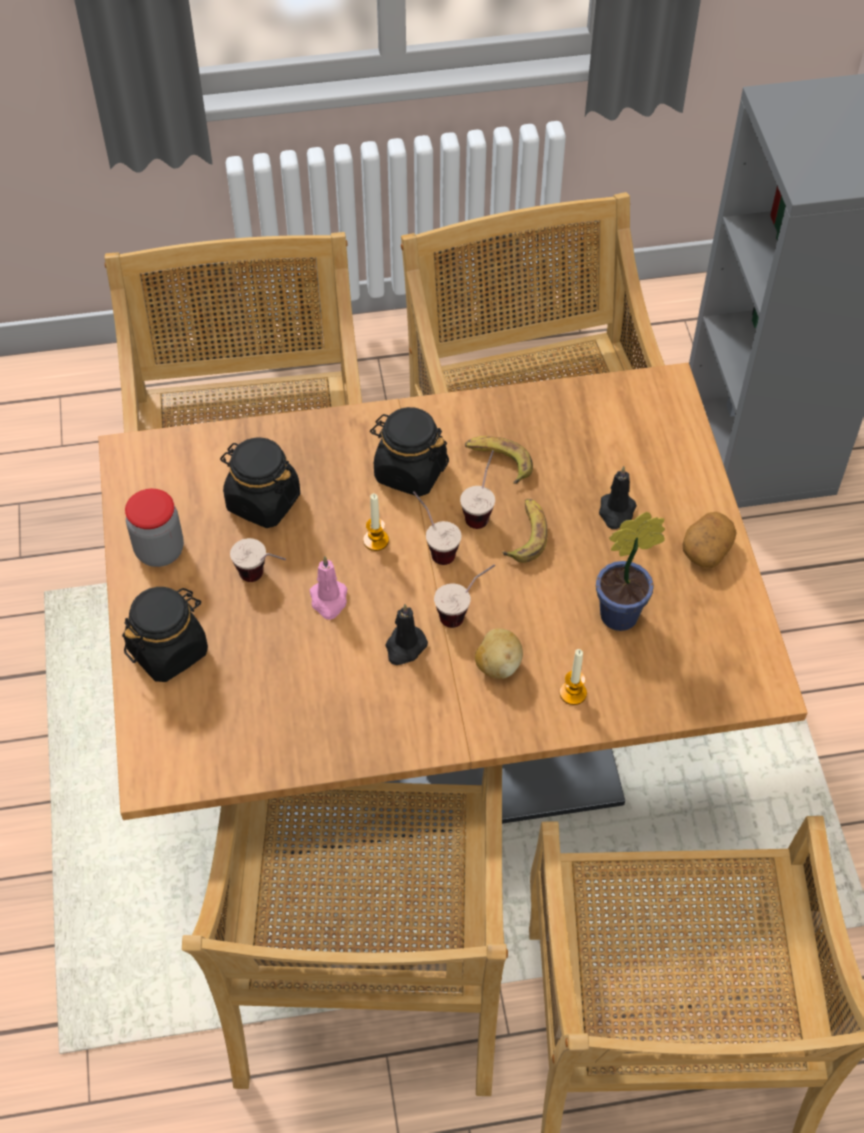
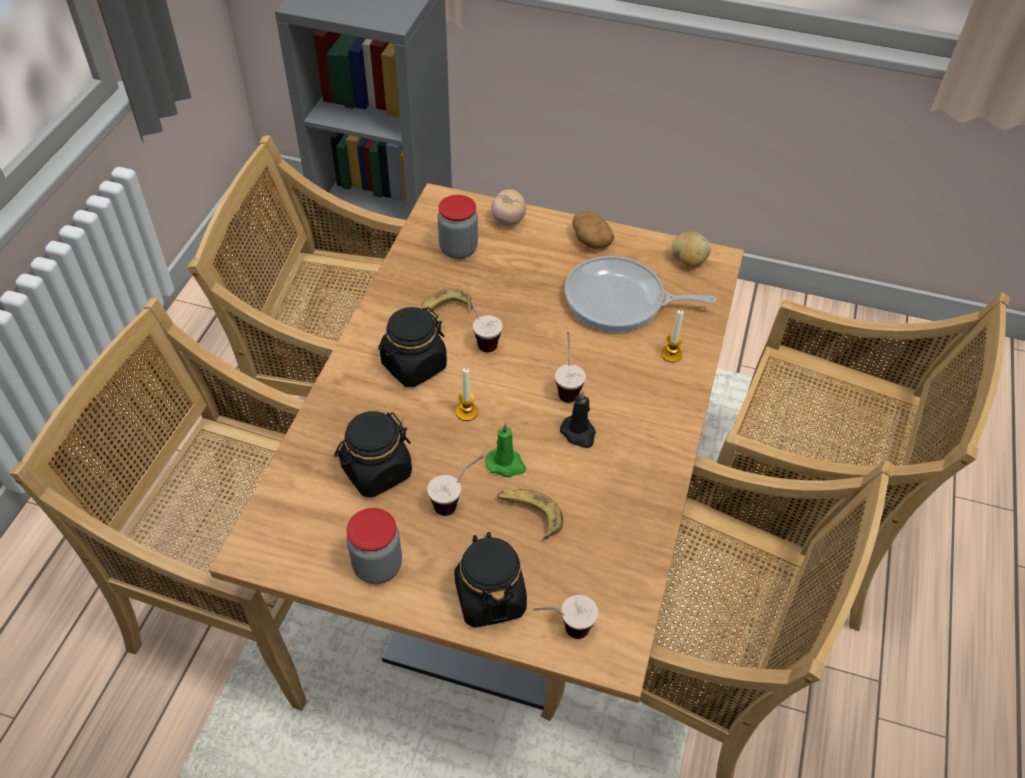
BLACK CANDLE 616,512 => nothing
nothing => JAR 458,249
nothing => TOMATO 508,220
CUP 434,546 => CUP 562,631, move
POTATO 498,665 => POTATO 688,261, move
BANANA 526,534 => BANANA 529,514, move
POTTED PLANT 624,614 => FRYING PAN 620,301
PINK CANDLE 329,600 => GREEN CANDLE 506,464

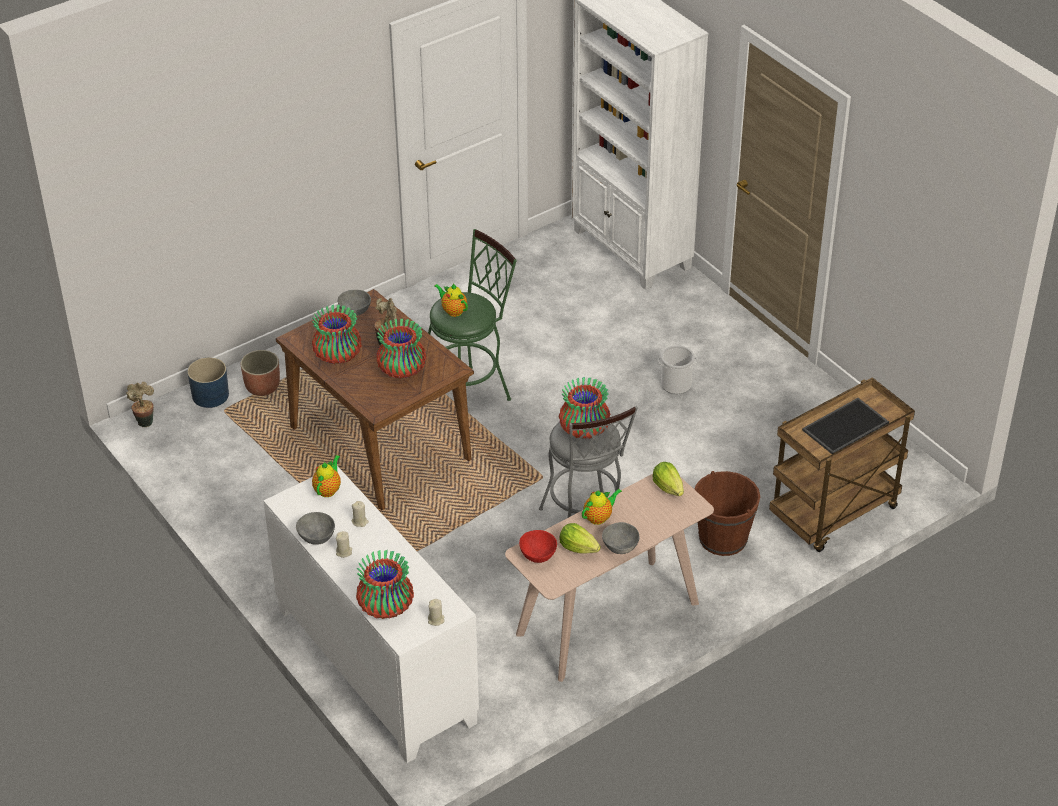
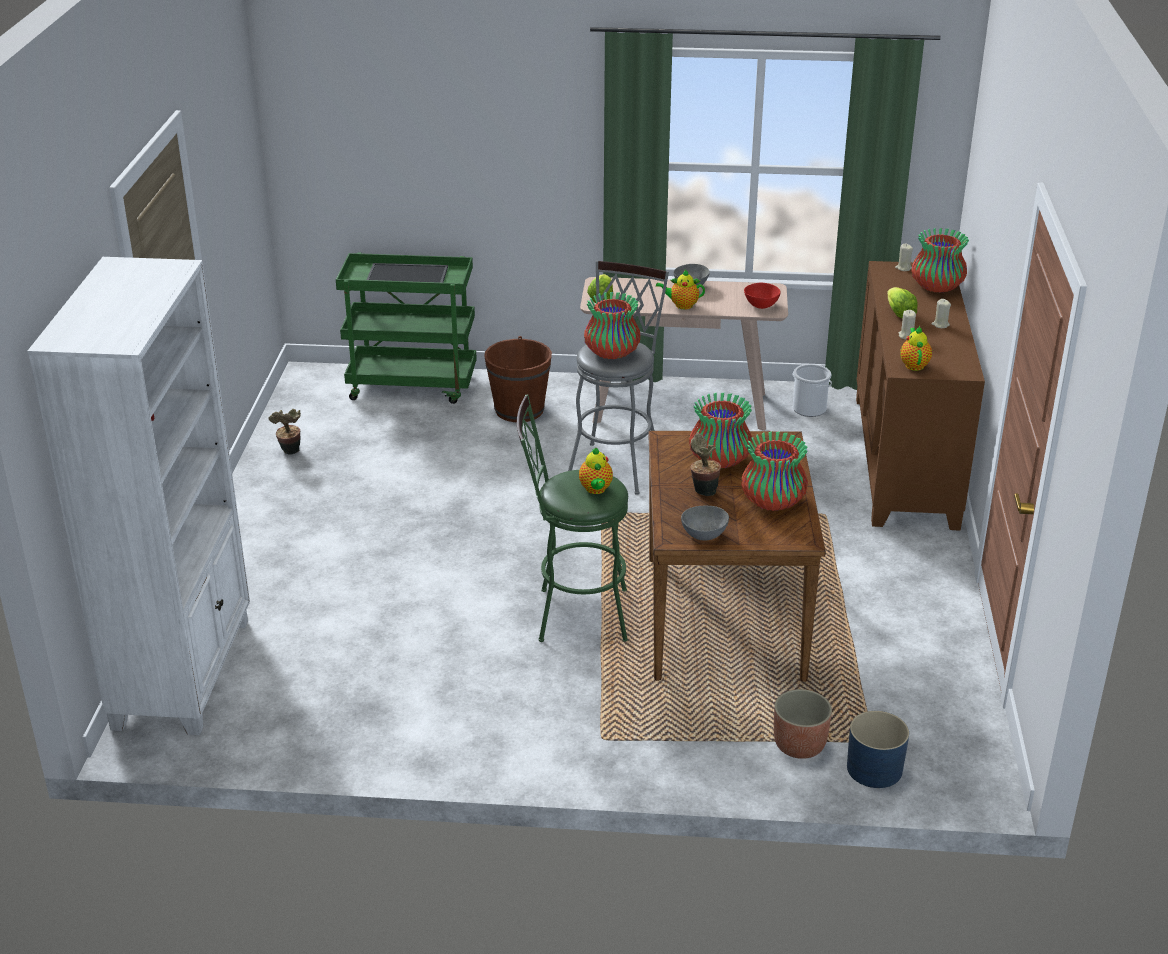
GREY BOWL 316,537 => nothing
POTTED PLANT 144,421 => POTTED PLANT 290,452, move
LETTUCE 578,548 => LETTUCE 899,314, move
BUCKET 676,384 => BUCKET 808,409, move
WHITE CABINET 374,666 => BROWN CABINET 906,461
BROWN CART 834,514 => GREEN CART 413,386
TEAPOT 328,489 => TEAPOT 914,364, 120 degrees clockwise

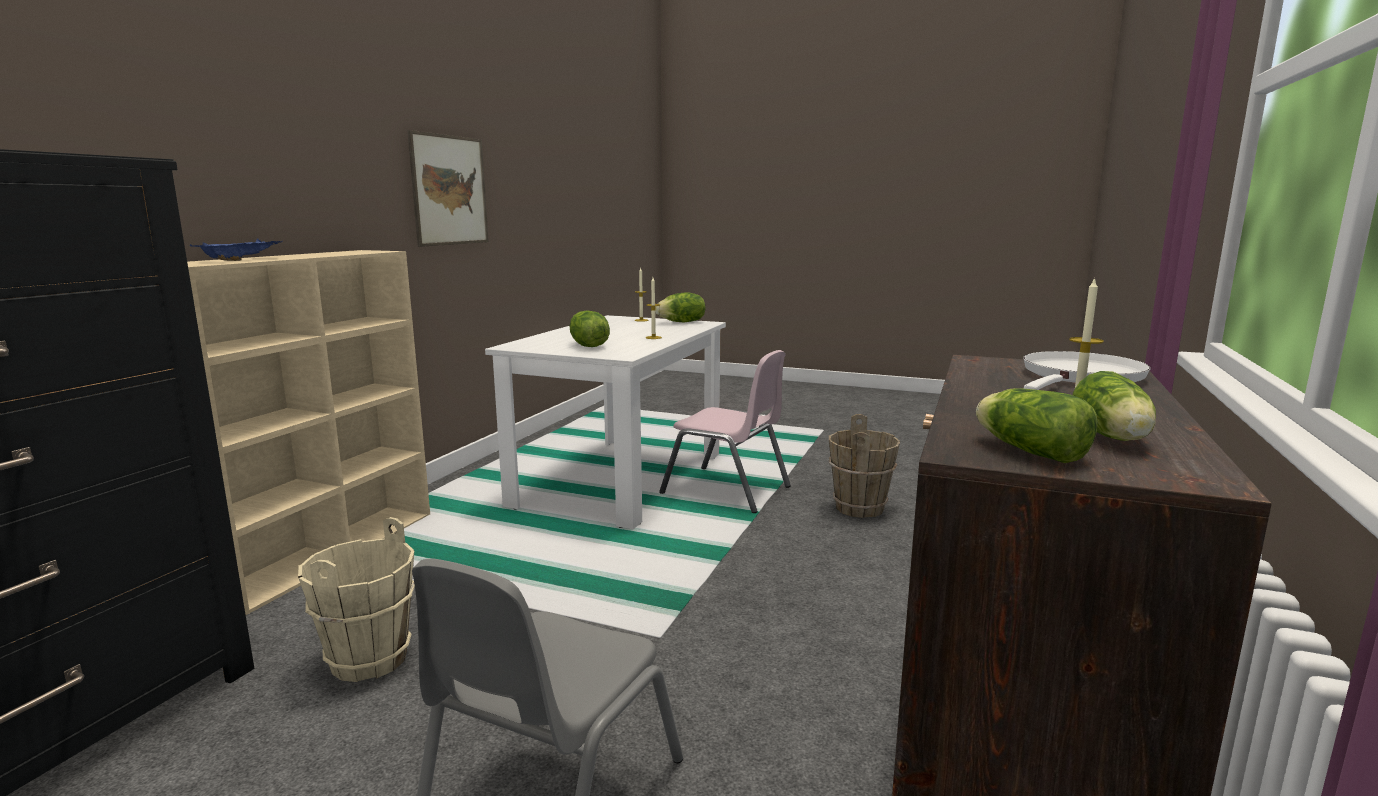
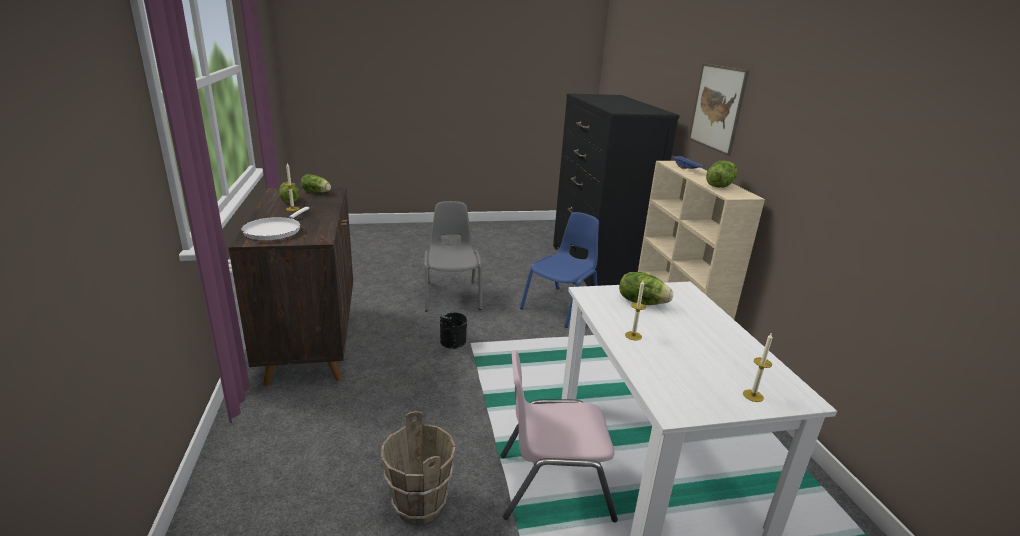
nothing => BLACK BUCKET 451,344
PICTURE 449,190 => PICTURE 717,108, move
LETTUCE 682,322 => LETTUCE 719,186, move
BEIGE BUCKET 368,660 => BLUE CHAIR 561,306

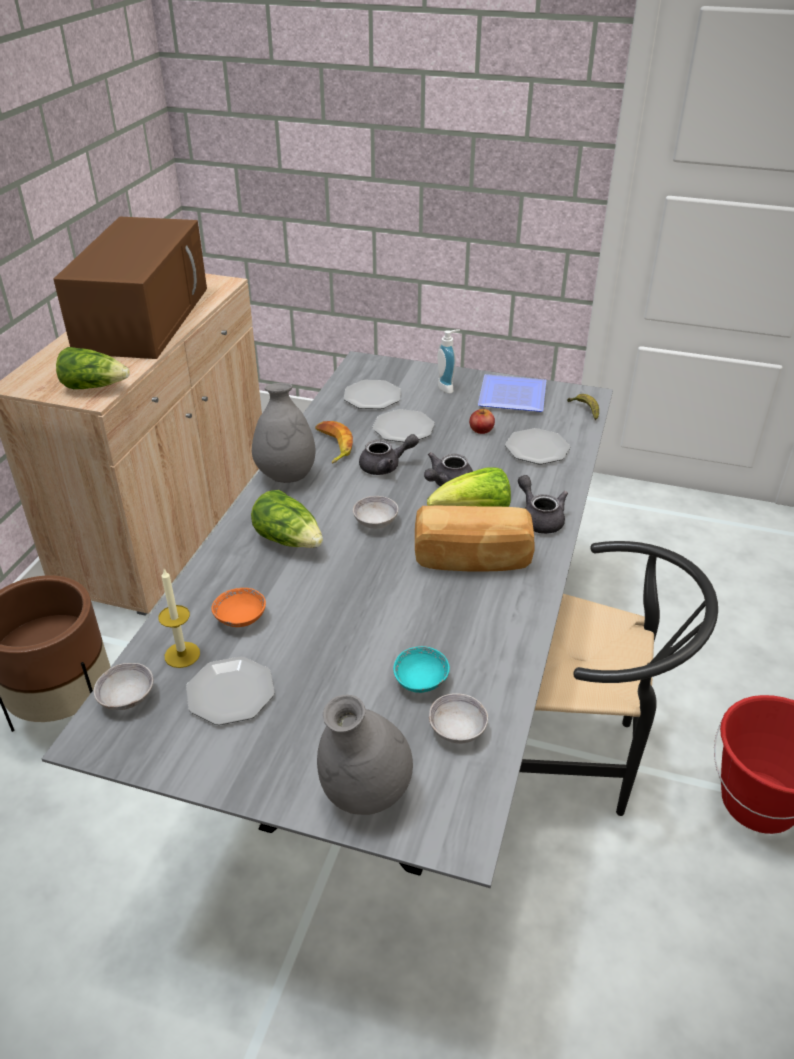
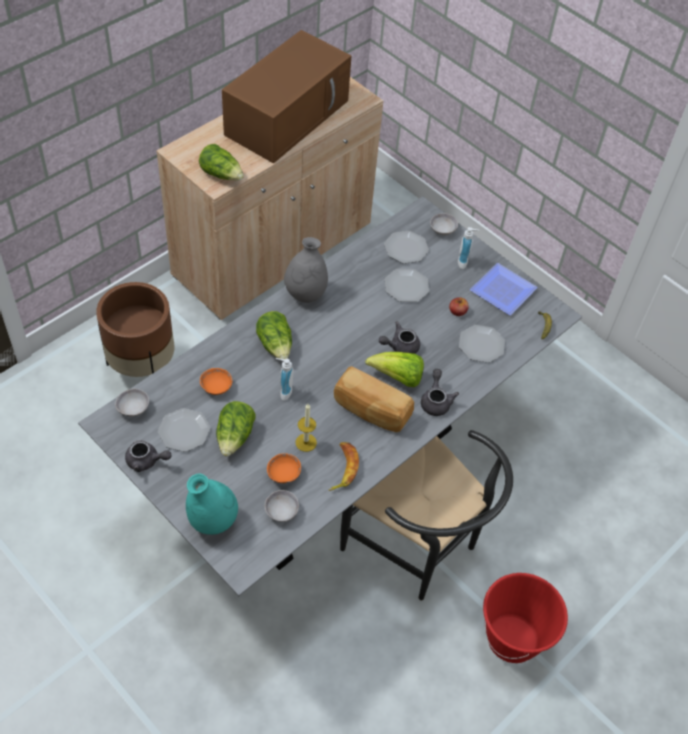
nothing => LETTUCE 235,436
nothing => SOAP DISPENSER 283,391
CANDLE 182,655 => CANDLE 306,442, move
BANANA 332,446 => BANANA 342,468, move
GREY BOWL 375,522 => GREY BOWL 442,230, move
GREY TEAPOT 386,466 => GREY TEAPOT 146,461, move
GREY VASE 365,794 => TURQUOISE VASE 213,521
TURQUOISE BOWL 421,681 => ORANGE BOWL 284,474

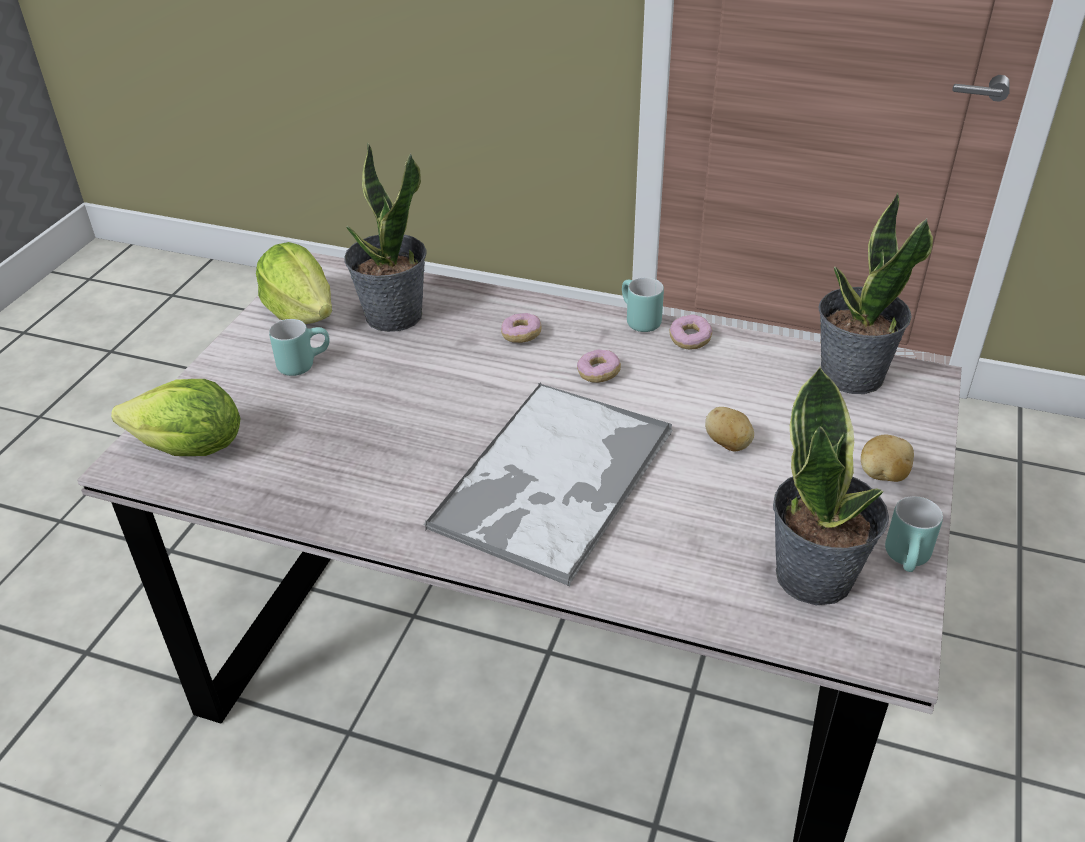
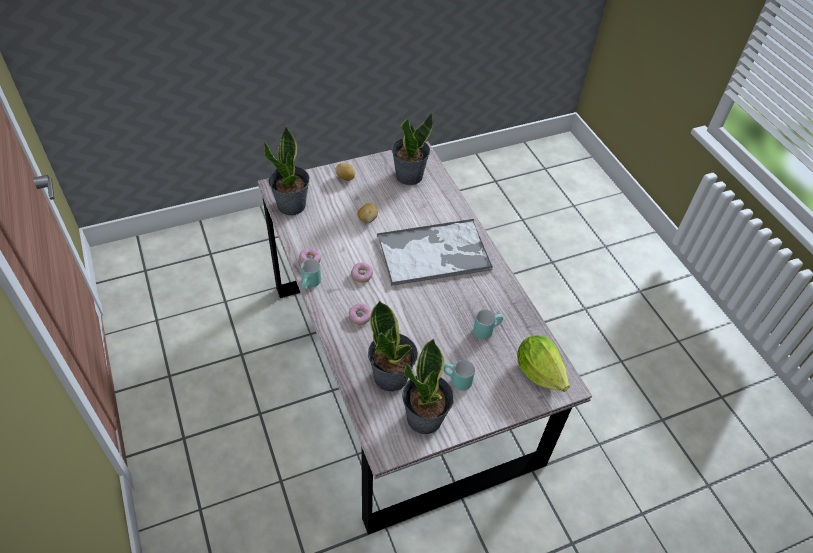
TURQUOISE MUG 909,561 => TURQUOISE MUG 486,329, move
LETTUCE 301,312 => POTTED PLANT 425,418

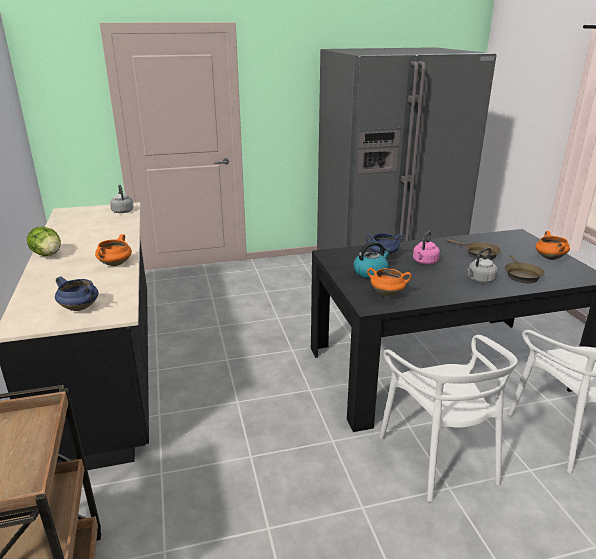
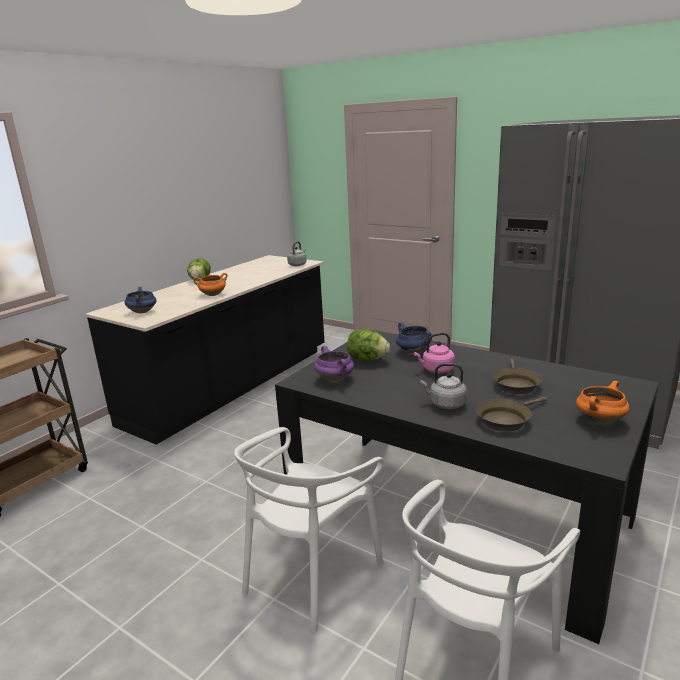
KETTLE 371,272 => LETTUCE 367,359
ORANGE COOKING POT 387,294 => PURPLE COOKING POT 335,379

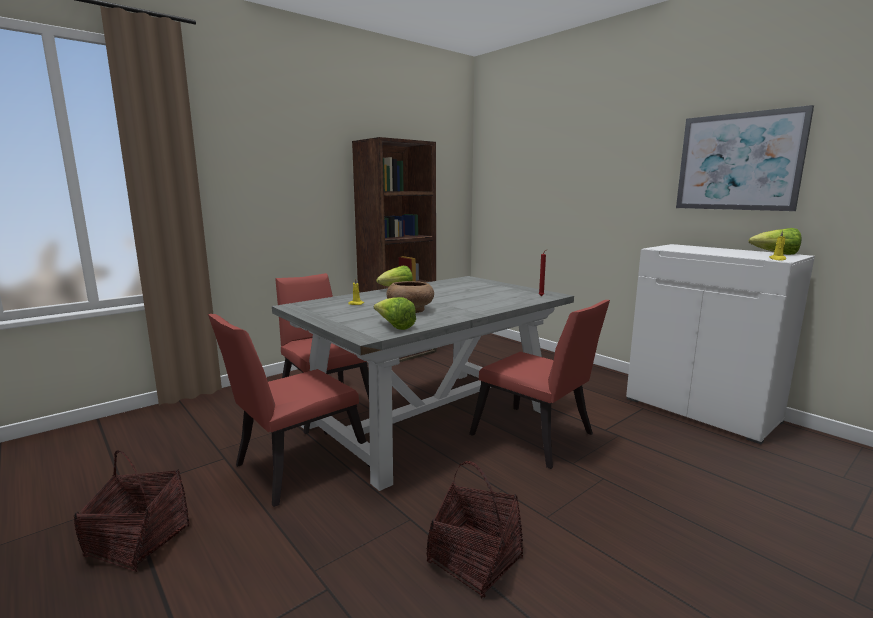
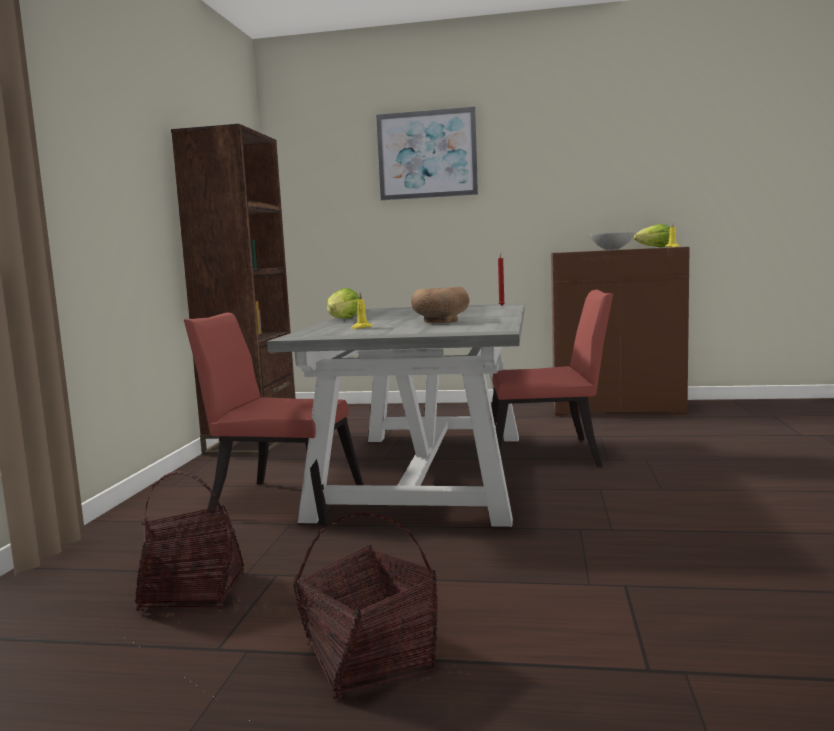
RED CHAIR 295,468 => nothing
LETTUCE 394,326 => nothing
nothing => GREY BOWL 611,249
BASKET 474,561 => BASKET 193,592, move
PICTURE 738,162 => PICTURE 427,154, move
WHITE CABINET 702,410 => BROWN CABINET 617,407

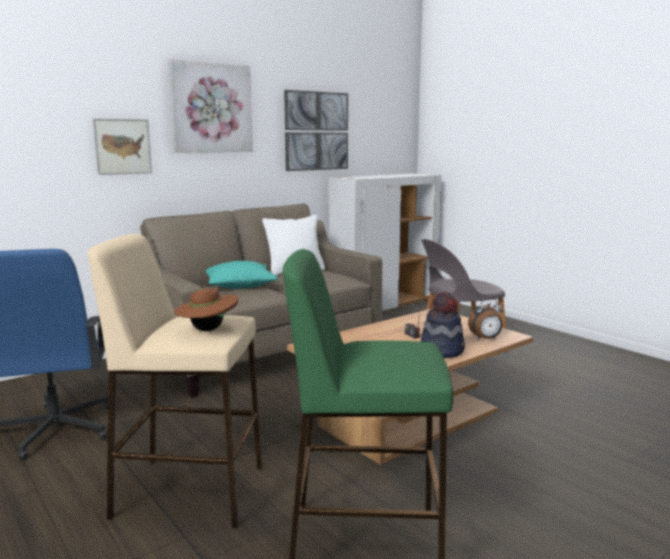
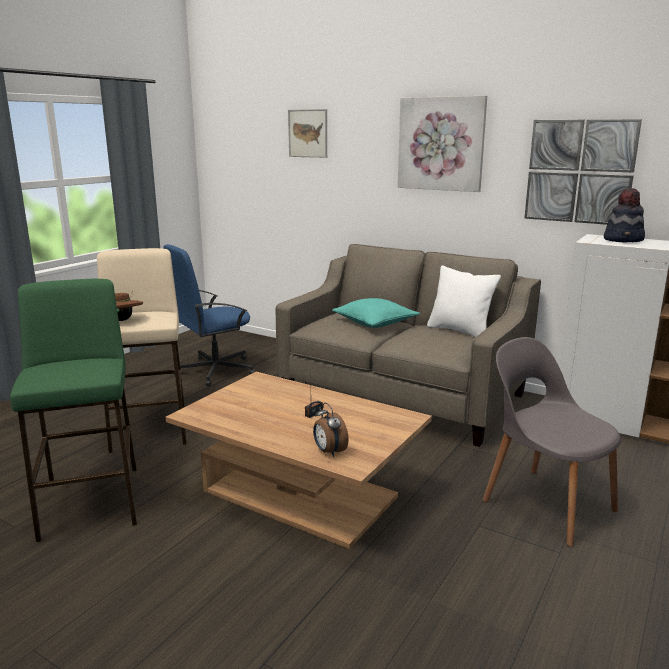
PICTURE 122,146 => PICTURE 308,133, move
HAT 442,350 => HAT 624,240, move

